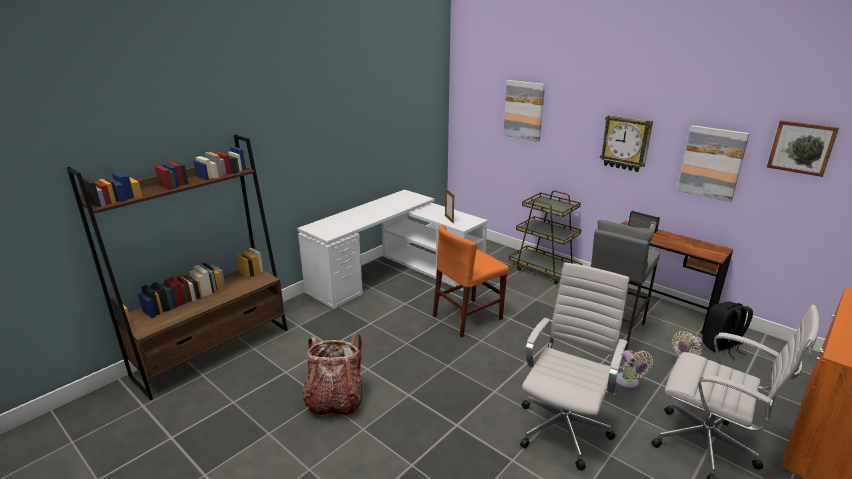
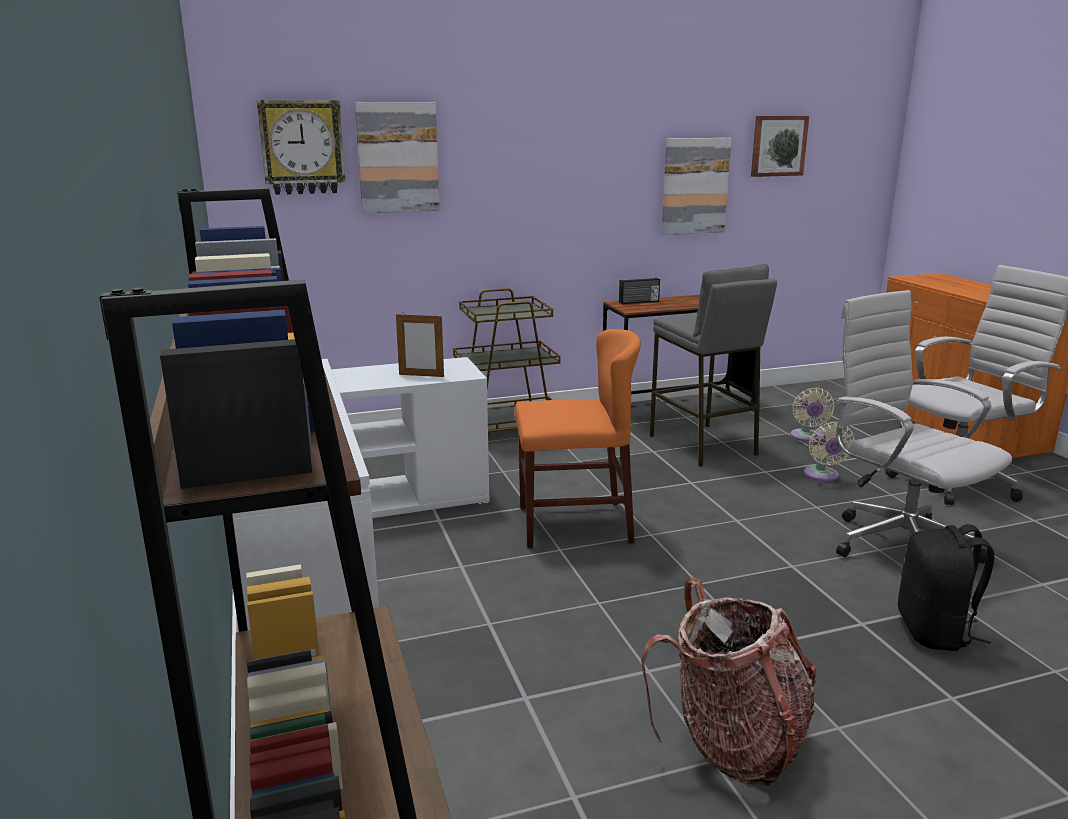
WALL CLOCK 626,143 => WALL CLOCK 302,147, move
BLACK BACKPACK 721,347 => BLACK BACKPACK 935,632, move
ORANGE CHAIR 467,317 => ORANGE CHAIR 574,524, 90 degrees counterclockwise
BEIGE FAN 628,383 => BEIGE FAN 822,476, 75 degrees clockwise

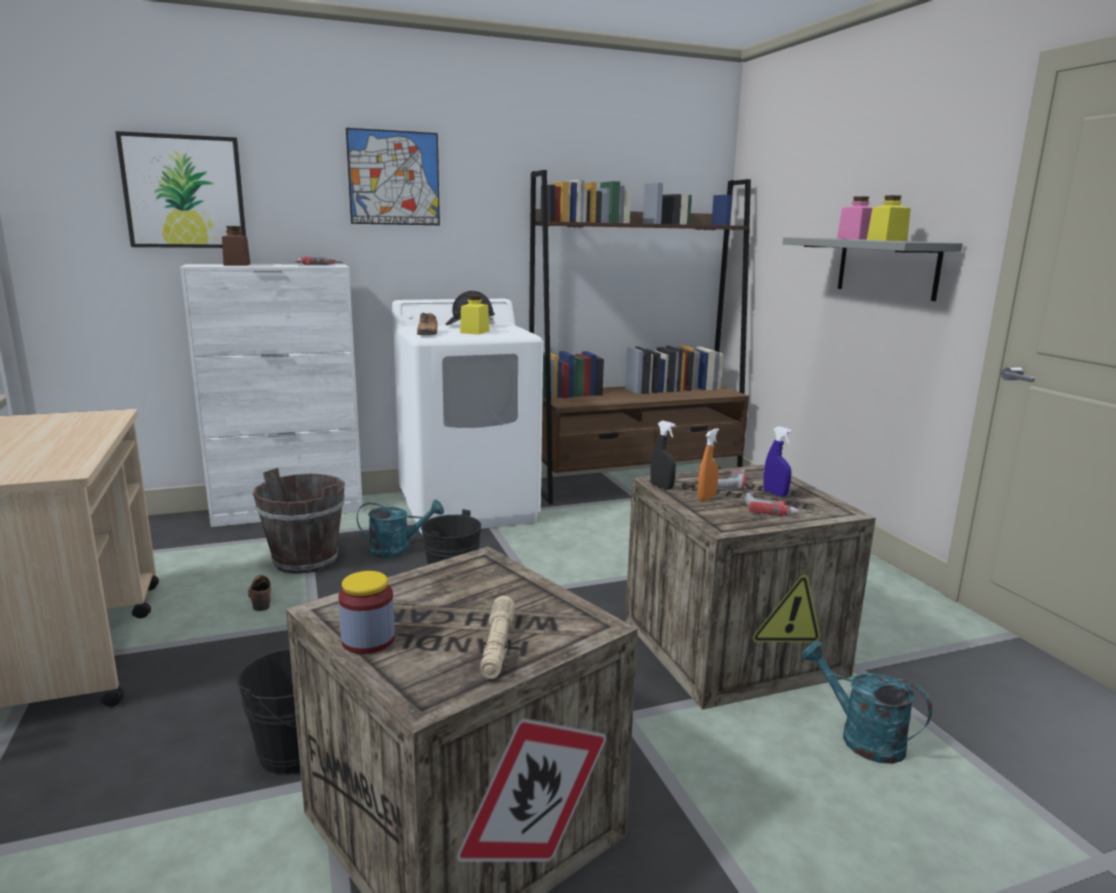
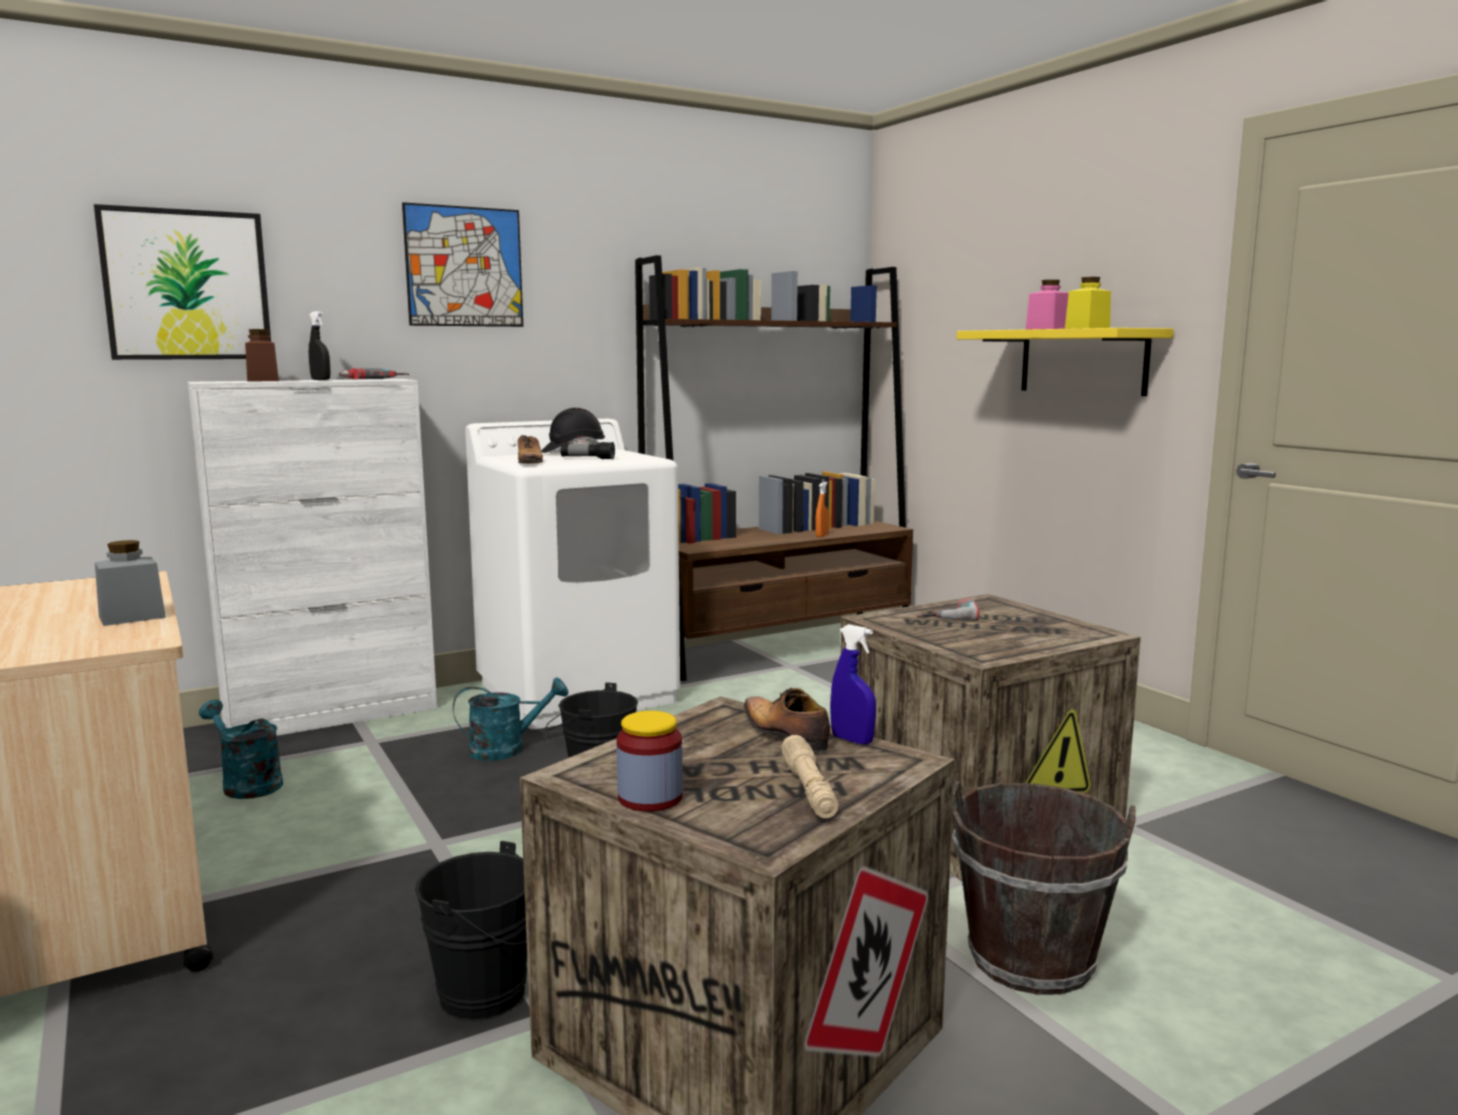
POWER DRILL 768,505 => nothing
nothing => GREY JAR 132,617
SHOE 261,598 => SHOE 784,734, move
BROWN BUCKET 305,561 => BROWN BUCKET 1030,960, move
BLACK SPRAY BOTTLE 661,487 => BLACK SPRAY BOTTLE 320,379, move
ORANGE SPRAY BOTTLE 706,498 => ORANGE SPRAY BOTTLE 822,536, move
BLUE SPRAY BOTTLE 775,493 => BLUE SPRAY BOTTLE 852,740, move
TURQUOISE WATERING CAN 861,737 => TURQUOISE WATERING CAN 246,784, move
YELLOW JAR 475,332 => FLASHLIGHT 587,459
GREY SHELF 887,267 => YELLOW SHELF 1083,361

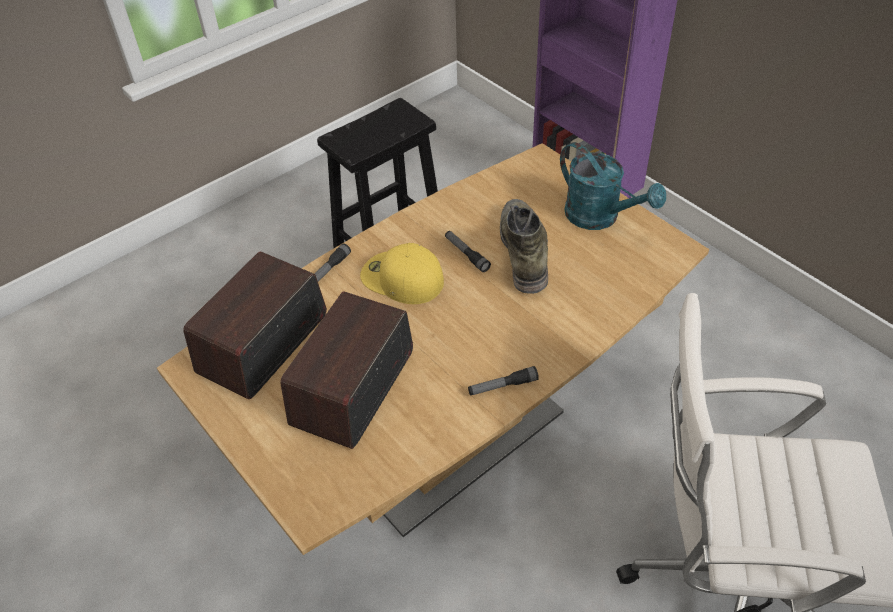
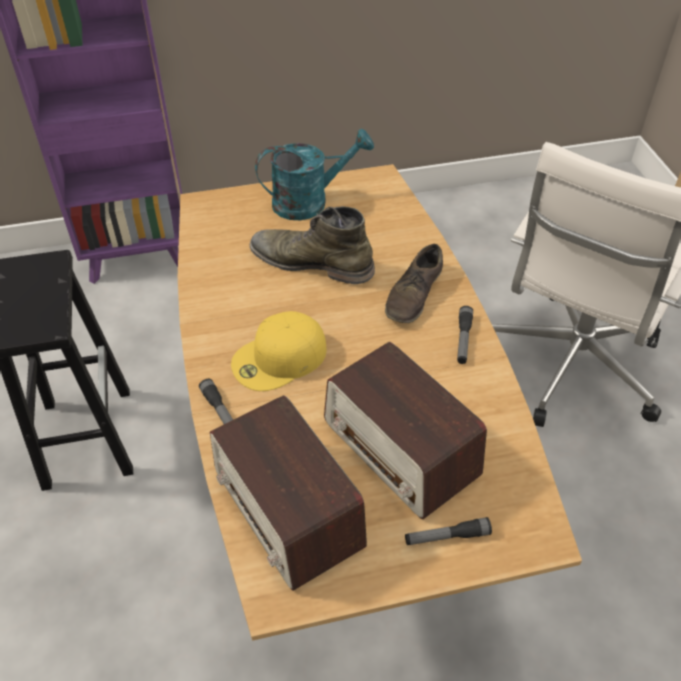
nothing => BROWN SHOE 414,294
FLASHLIGHT 466,254 => FLASHLIGHT 447,537, move

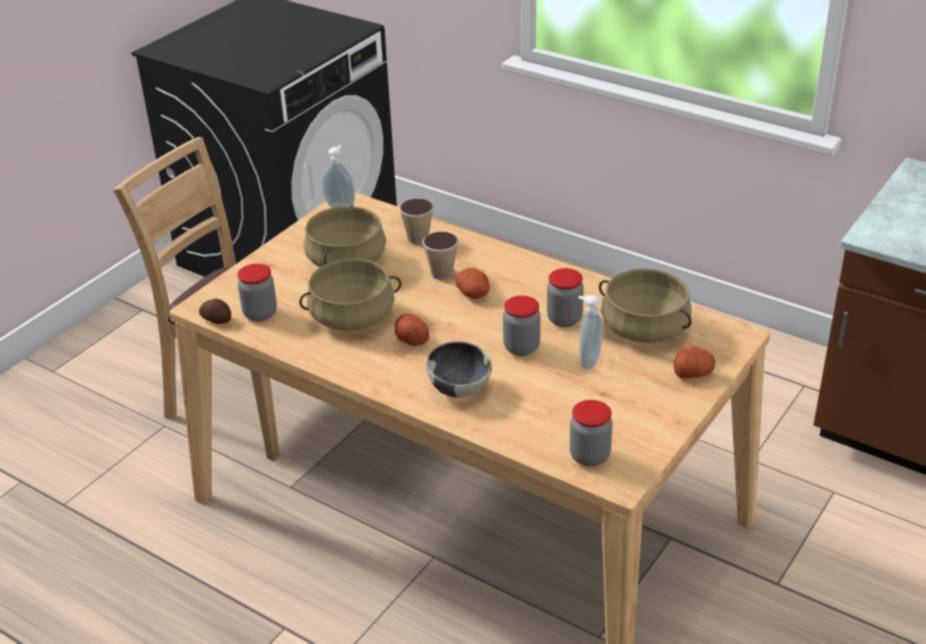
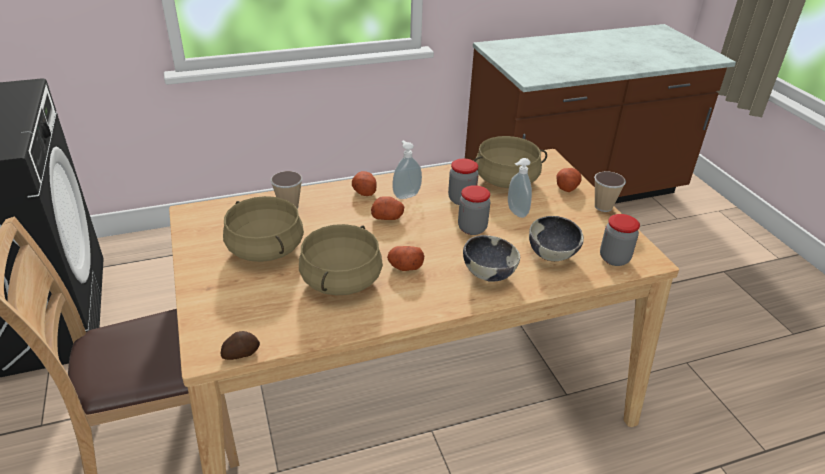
JAR 260,313 => nothing
nothing => POTATO 364,191
nothing => BOWL 552,254
SOAP DISPENSER 341,205 => SOAP DISPENSER 406,195, move
CUP 442,273 => CUP 603,207, move

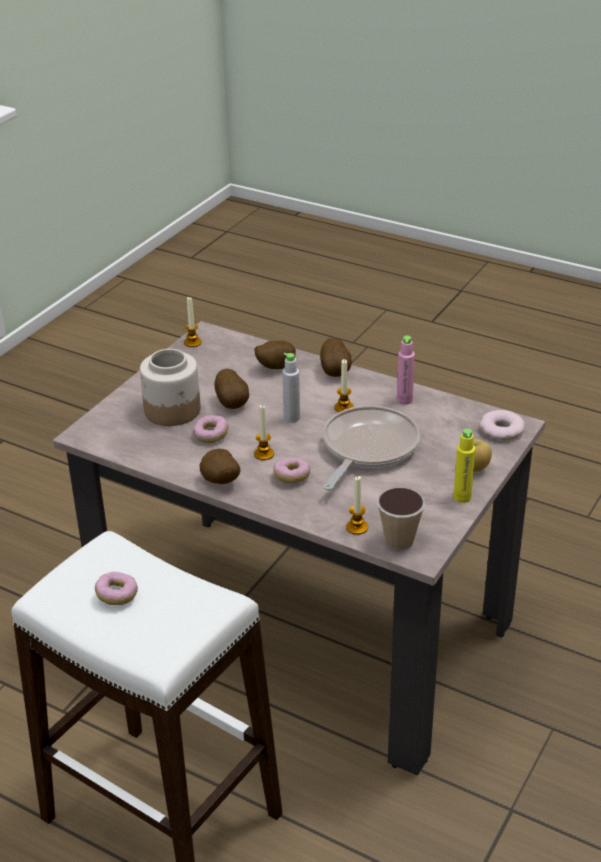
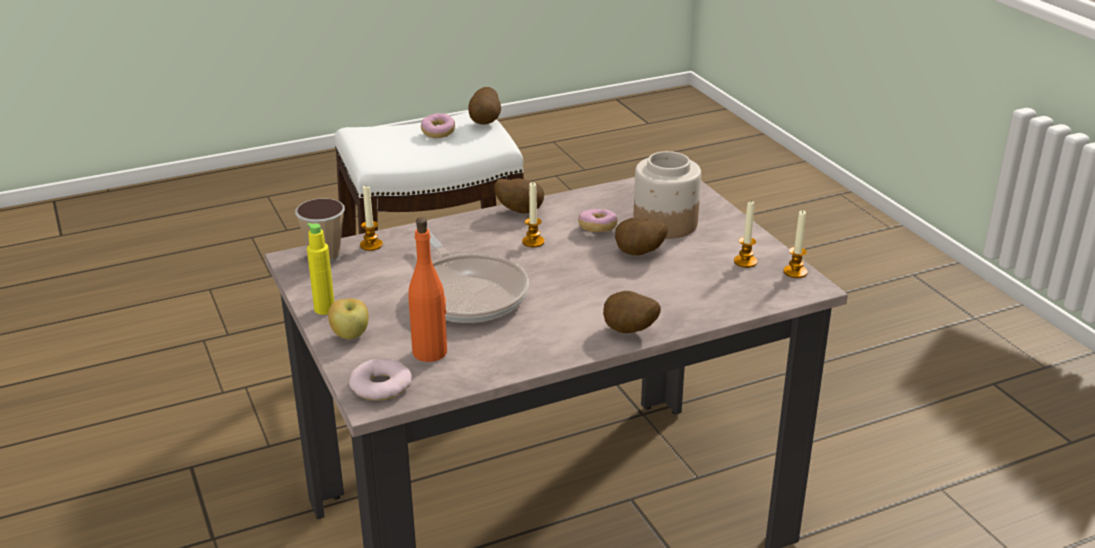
DONUT 292,477 => nothing
GREY BOTTLE 291,418 => nothing
PINK BOTTLE 404,400 => nothing
nothing => ORANGE BOTTLE 430,352
POTATO 274,367 => POTATO 486,122, move
CANDLE 344,407 => CANDLE 745,262, move

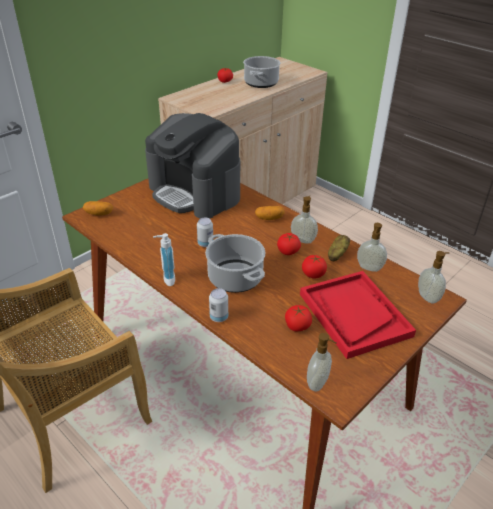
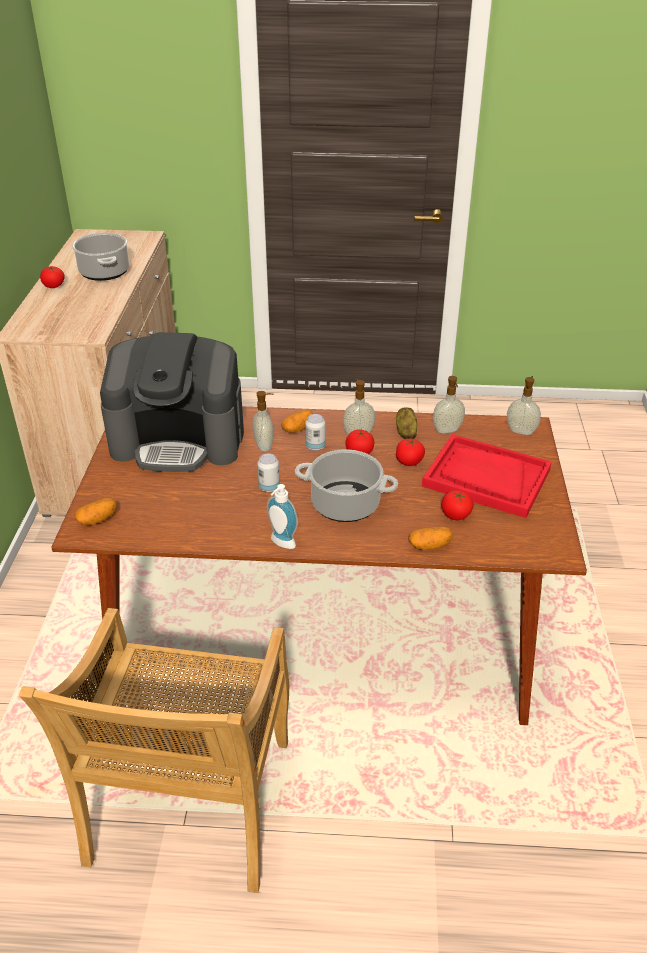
nothing => POTATO 429,546
CAN 219,317 => CAN 315,446, move
SOAP DISPENSER 318,383 => SOAP DISPENSER 264,445, move

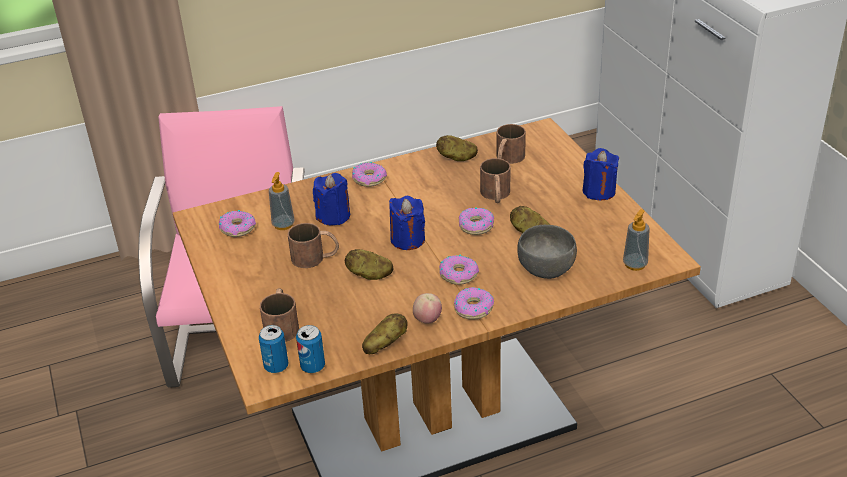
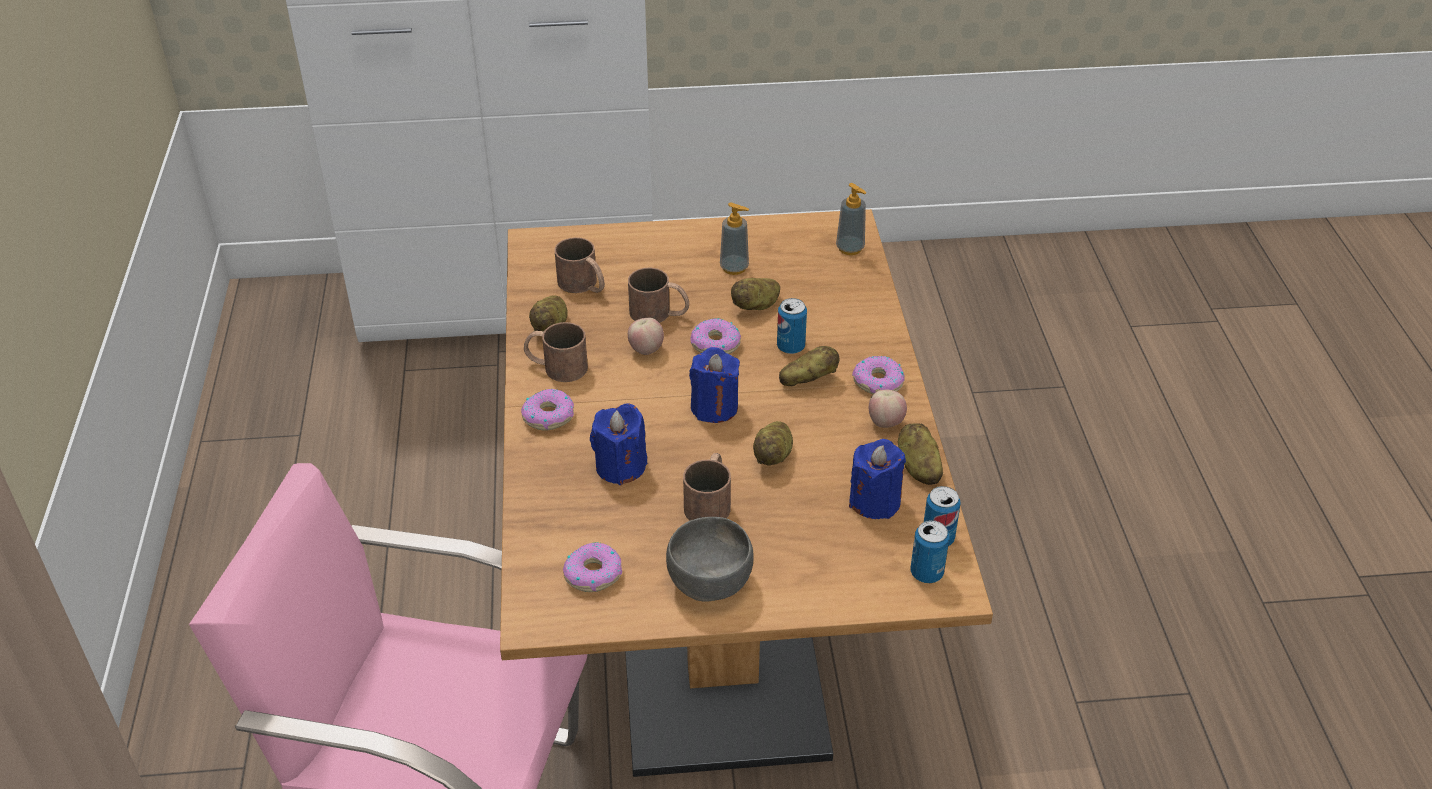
nothing => APPLE 646,350
nothing => CAN 790,347
BROWN MUG 282,324 => BROWN MUG 556,366, move
SOAP DISPENSER 283,225 => SOAP DISPENSER 734,268, move
GREY BOWL 547,269 => GREY BOWL 710,581, move
BLUE CANDLE 599,191 => BLUE CANDLE 875,501, move
DONUT 458,274 => POTATO 808,379

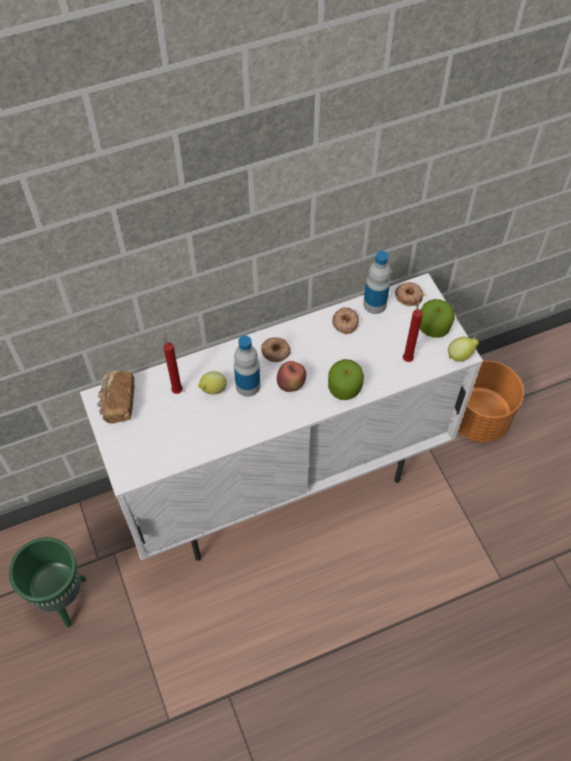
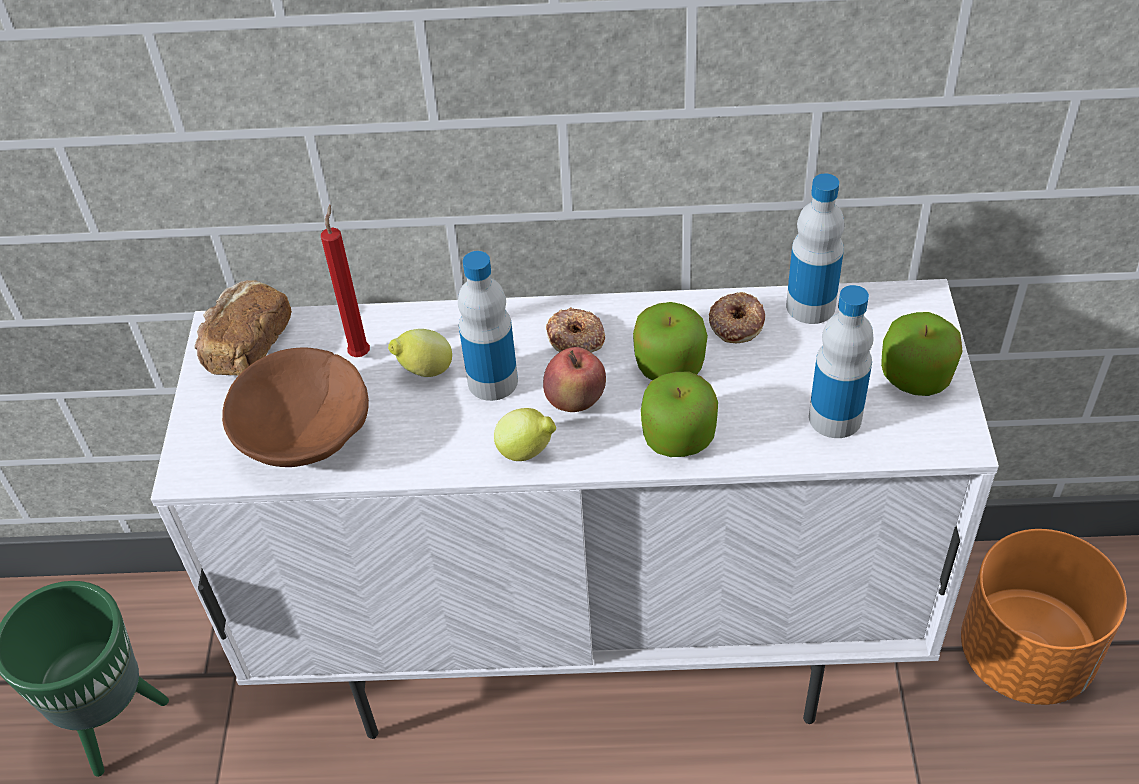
DONUT 408,295 => nothing
nothing => BROWN BOWL 305,434
nothing => APPLE 669,365
LEMON 460,355 => LEMON 527,452, move
RED CANDLE 407,358 => BOTTLE 835,418

